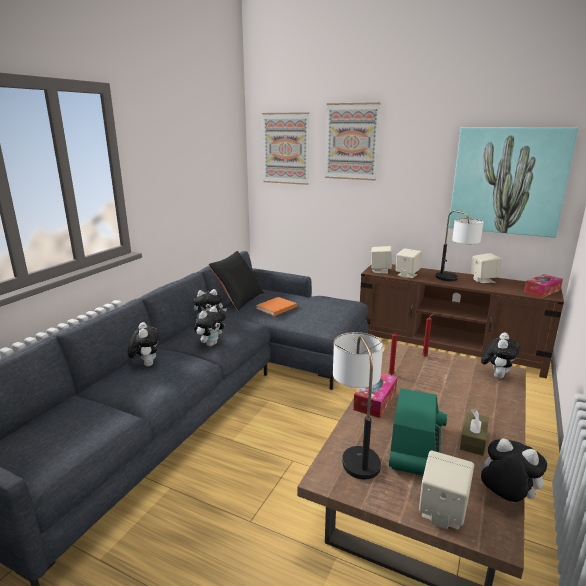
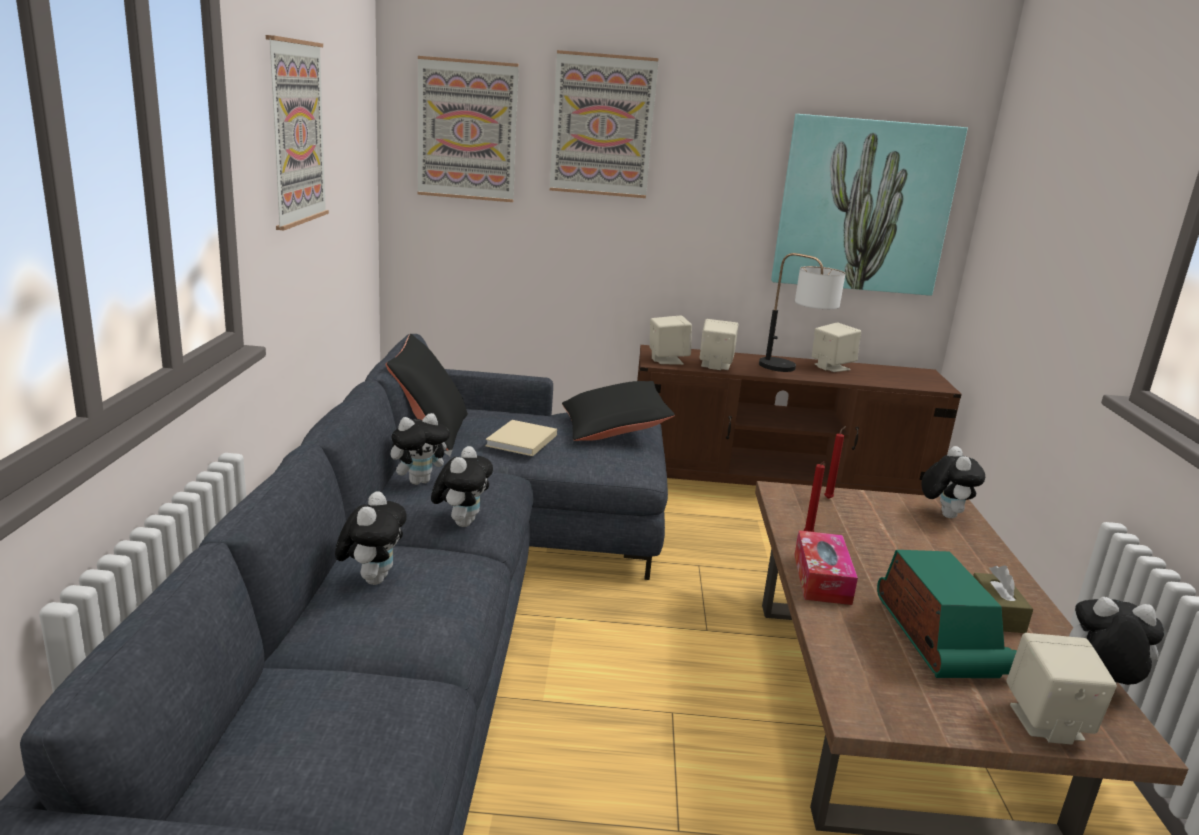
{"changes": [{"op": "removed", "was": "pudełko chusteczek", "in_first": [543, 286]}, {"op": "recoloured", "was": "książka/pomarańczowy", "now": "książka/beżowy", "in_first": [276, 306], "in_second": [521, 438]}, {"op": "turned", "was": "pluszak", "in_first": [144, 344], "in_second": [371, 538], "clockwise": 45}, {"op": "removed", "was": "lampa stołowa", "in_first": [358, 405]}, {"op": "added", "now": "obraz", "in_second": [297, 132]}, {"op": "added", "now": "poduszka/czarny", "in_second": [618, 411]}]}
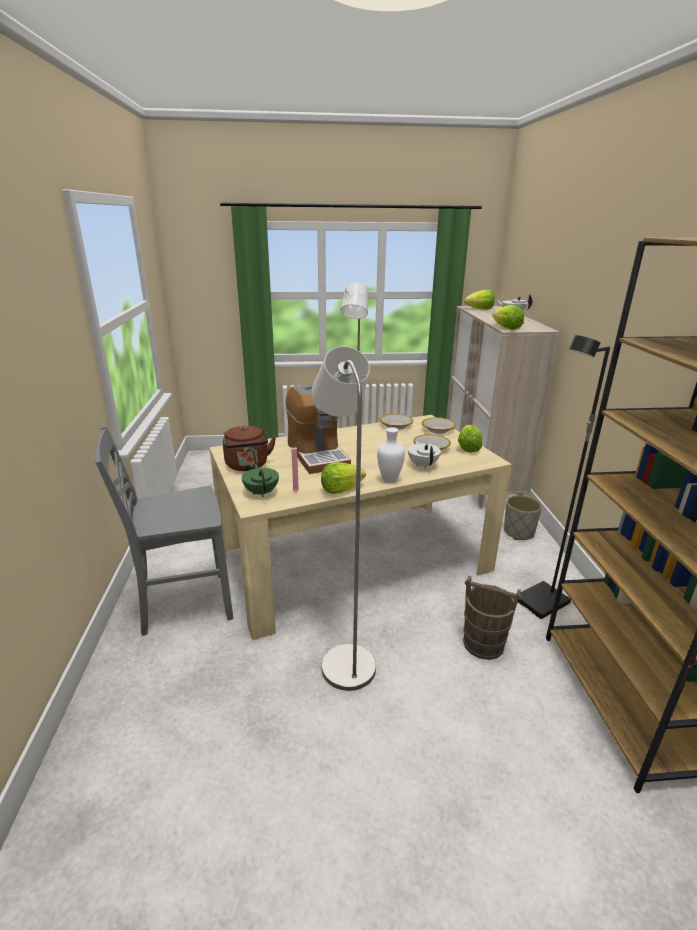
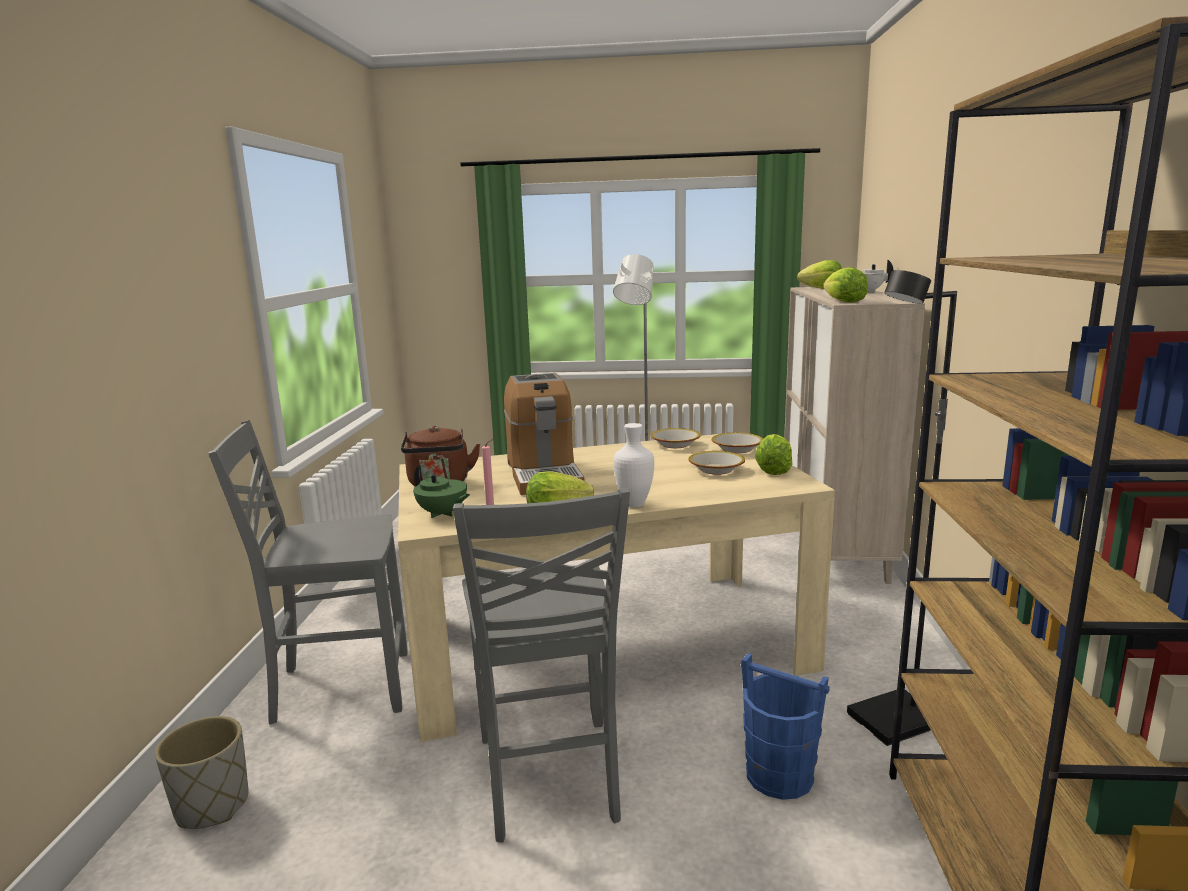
{"changes": [{"op": "replaced", "was": "lampa stojąca/szary", "now": "krzesło/szary", "in_first": [344, 518], "in_second": [541, 665]}, {"op": "removed", "was": "imbryk/biały", "in_first": [424, 454]}, {"op": "turned", "was": "imbryk/zielony", "in_first": [260, 480], "in_second": [441, 491], "clockwise": 135}, {"op": "moved", "was": "donica/szary", "in_first": [523, 517], "in_second": [201, 772]}, {"op": "recoloured", "was": "wiadro/brązowy", "now": "wiadro/niebieski", "in_first": [492, 617], "in_second": [785, 726]}]}
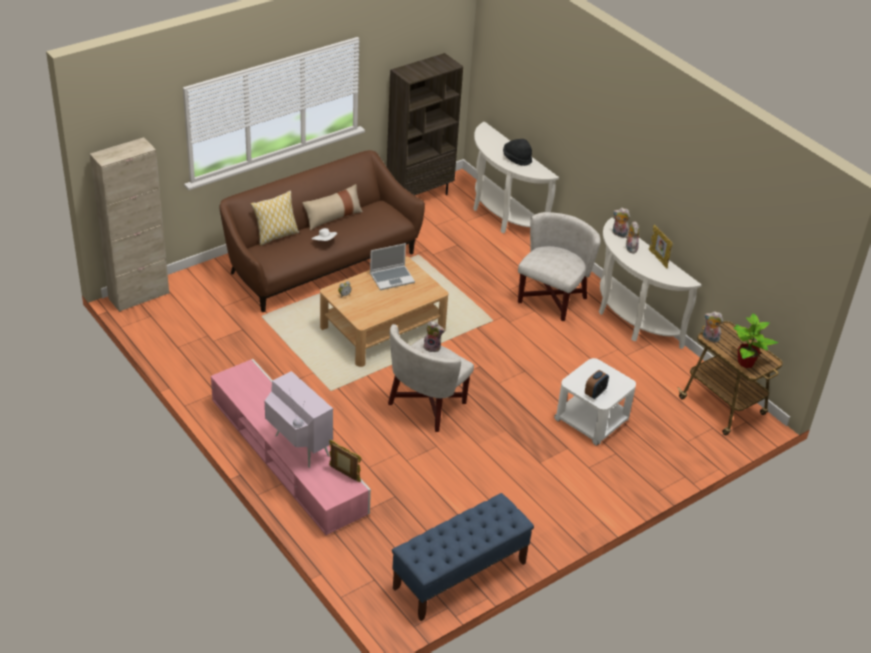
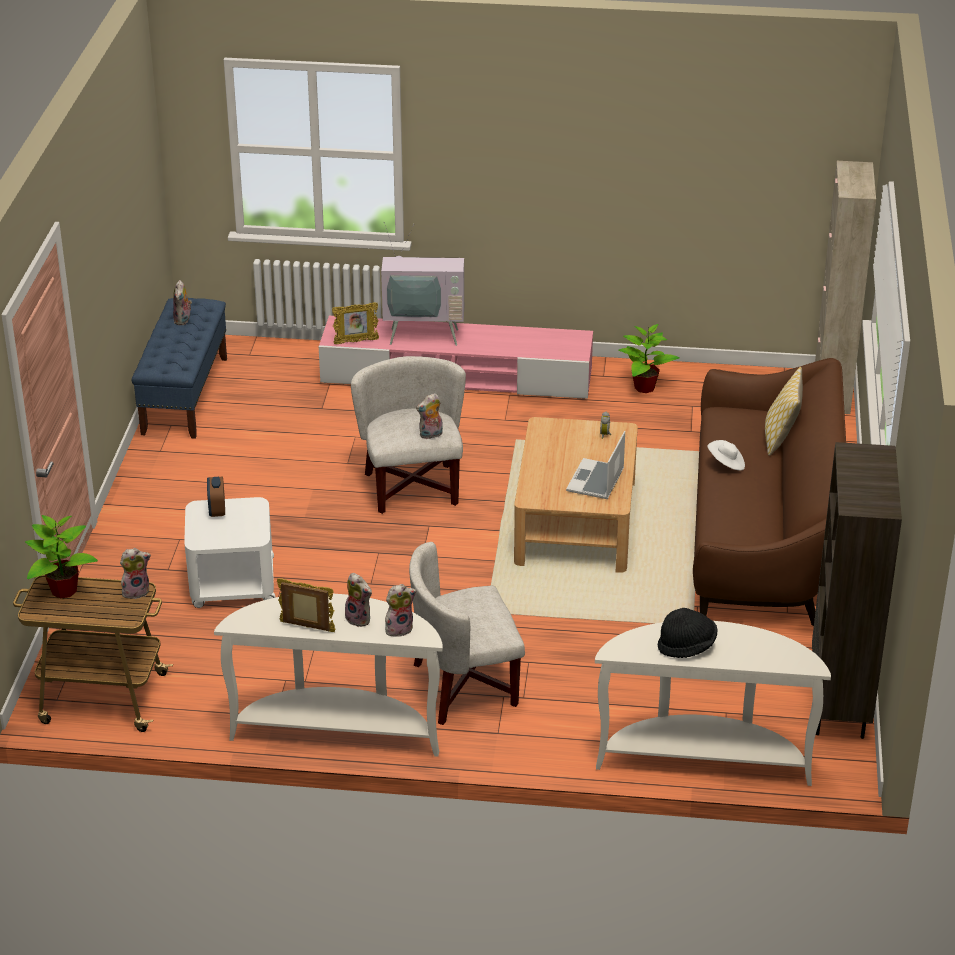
{"changes": [{"op": "removed", "was": "poduszka/beżowy", "in_first": [332, 207]}, {"op": "turned", "was": "fotel/biały", "in_first": [559, 266], "in_second": [467, 633], "clockwise": 90}, {"op": "added", "now": "pluszak", "in_second": [182, 302]}, {"op": "added", "now": "roślina doniczkowa", "in_second": [649, 358]}]}
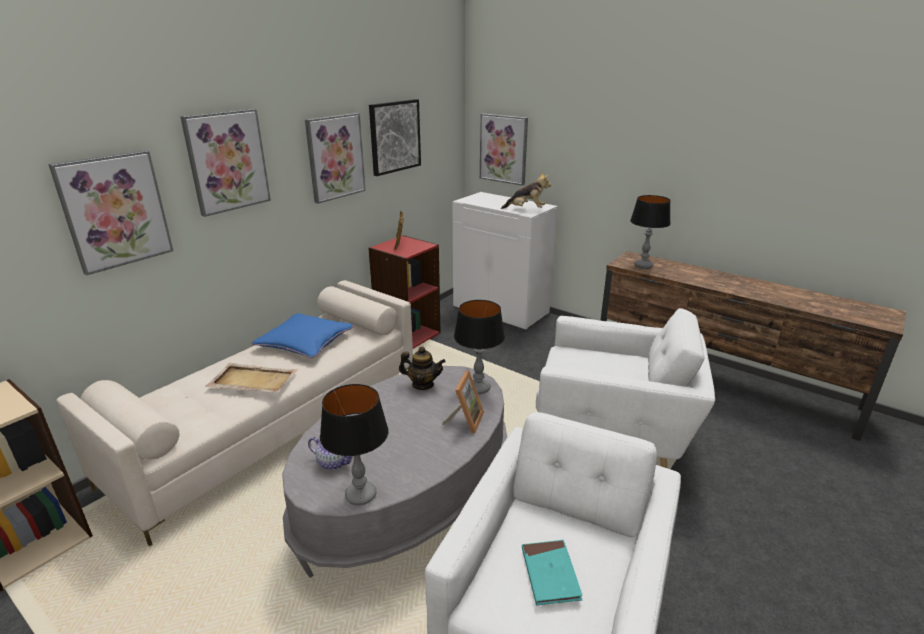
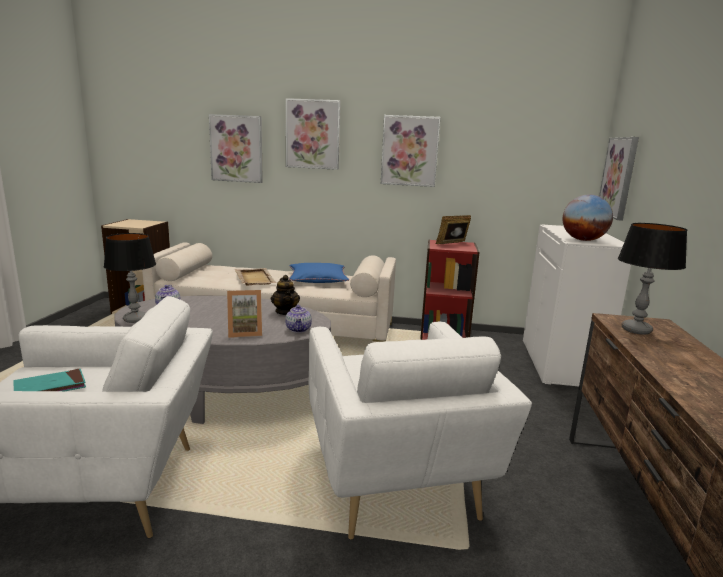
{"changes": [{"op": "removed", "was": "obraz", "in_first": [395, 137]}, {"op": "replaced", "was": "pluszak", "now": "globus", "in_first": [526, 190], "in_second": [588, 217]}, {"op": "replaced", "was": "lampa stołowa", "now": "imbryk", "in_first": [479, 347], "in_second": [298, 318]}]}
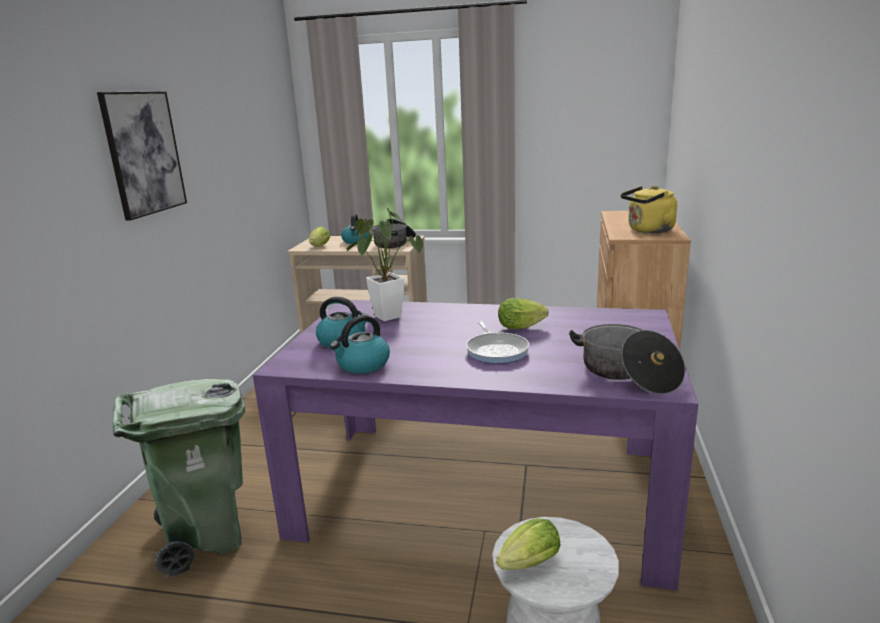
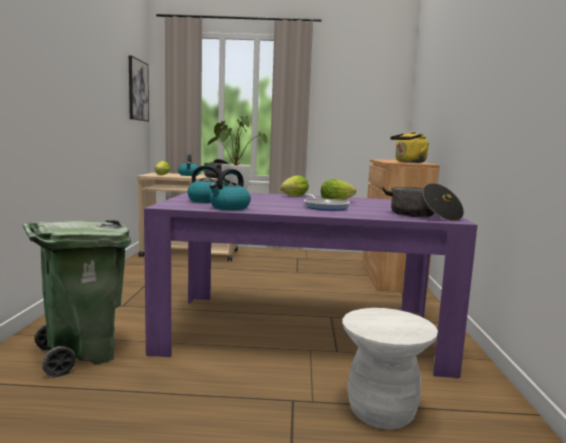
{"changes": [{"op": "moved", "was": "obraz", "in_first": [142, 156], "in_second": [139, 88]}, {"op": "moved", "was": "sałata", "in_first": [528, 544], "in_second": [294, 185]}]}
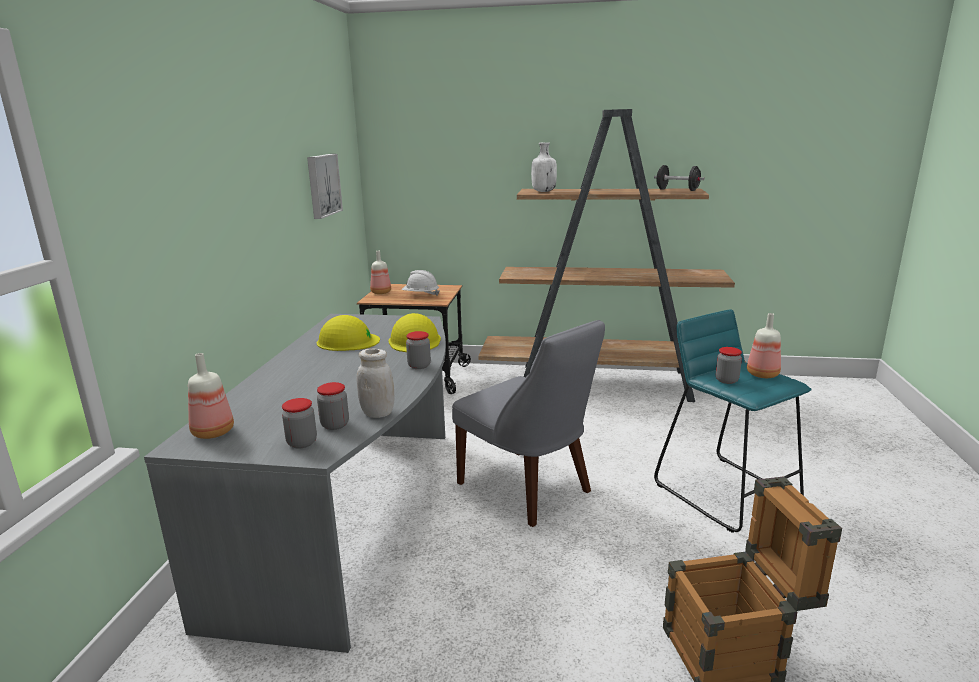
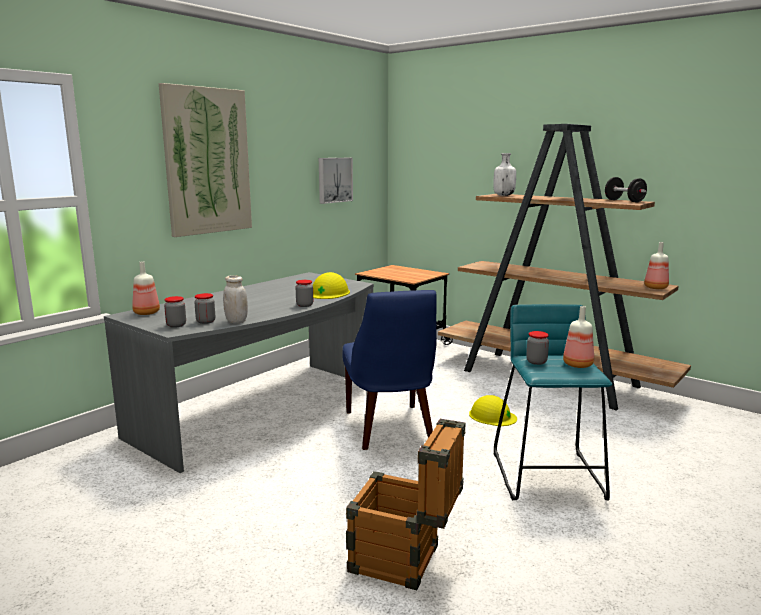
{"changes": [{"op": "moved", "was": "butelka", "in_first": [380, 272], "in_second": [656, 265]}, {"op": "removed", "was": "kask/biały", "in_first": [421, 283]}, {"op": "moved", "was": "kask/żółty", "in_first": [348, 333], "in_second": [493, 410]}, {"op": "recoloured", "was": "krzesło/szary", "now": "krzesło/niebieski", "in_first": [528, 423], "in_second": [389, 370]}, {"op": "added", "now": "obraz", "in_second": [205, 160]}]}
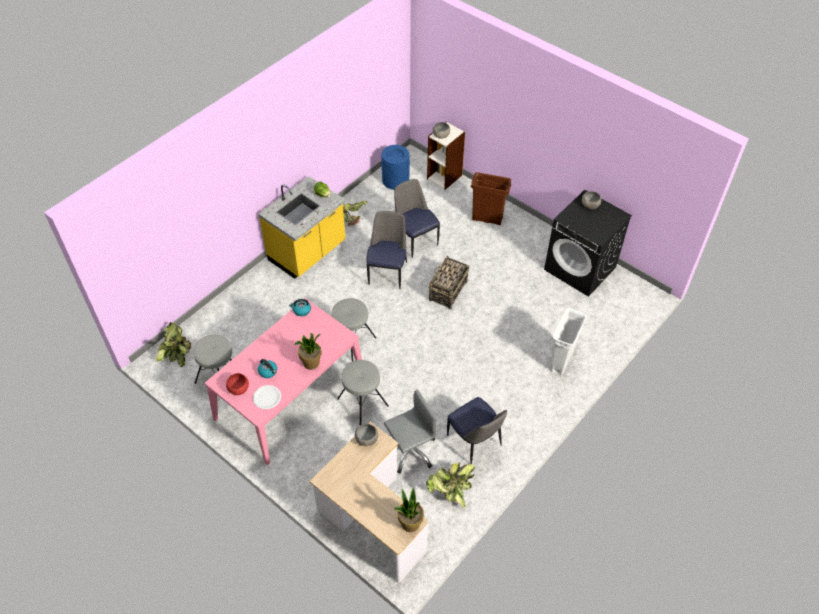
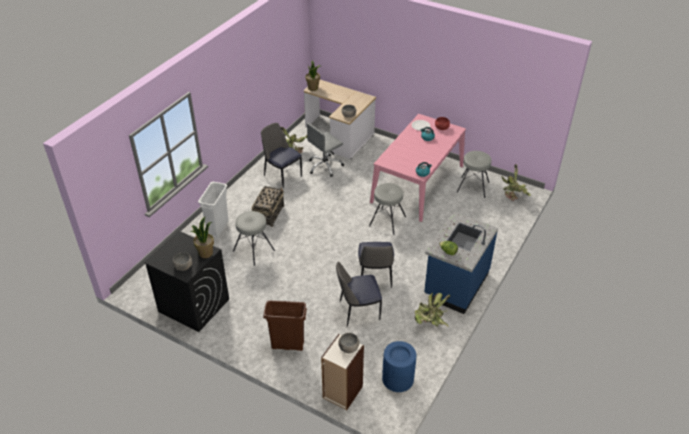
{"changes": [{"op": "recoloured", "was": "zabudowa kuchenna/żółty", "now": "zabudowa kuchenna/niebieski", "in_first": [302, 227], "in_second": [461, 263]}, {"op": "turned", "was": "krzesło", "in_first": [417, 218], "in_second": [359, 293], "clockwise": 120}, {"op": "moved", "was": "koszyk", "in_first": [449, 282], "in_second": [268, 206]}, {"op": "moved", "was": "roślina doniczkowa", "in_first": [307, 351], "in_second": [202, 237]}, {"op": "moved", "was": "stołek/szary", "in_first": [363, 392], "in_second": [254, 238]}]}
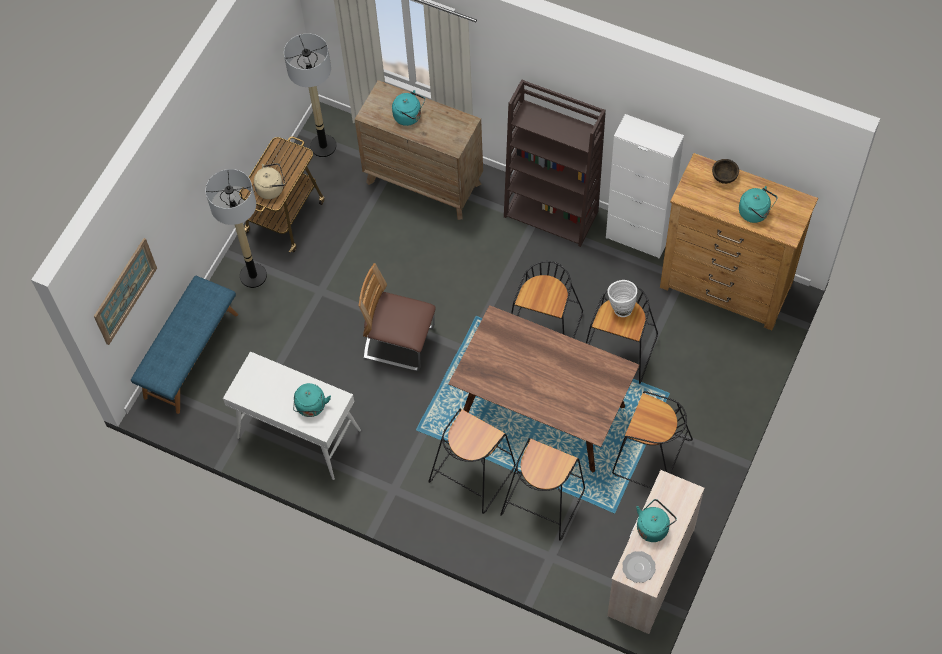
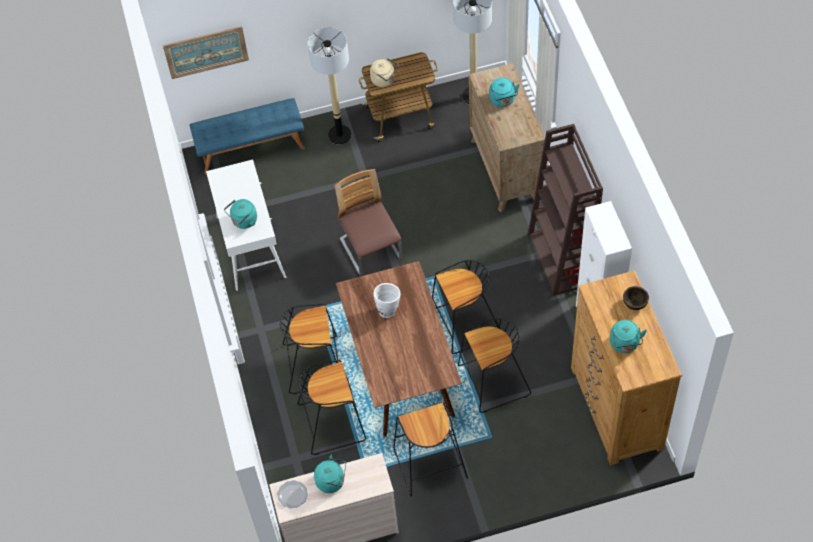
{"changes": [{"op": "moved", "was": "wazon/biały", "in_first": [622, 298], "in_second": [387, 300]}]}
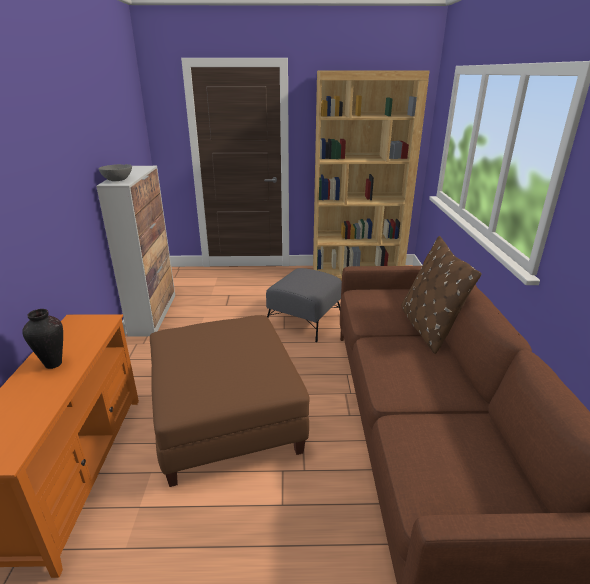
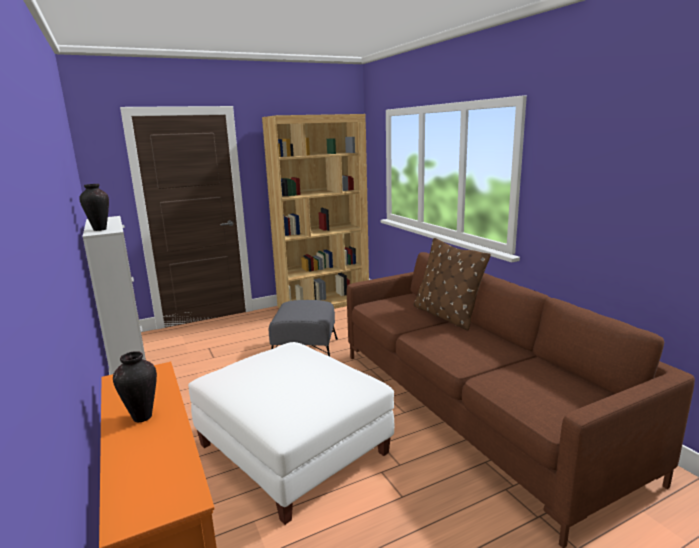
{"changes": [{"op": "replaced", "was": "miska/szary", "now": "wazon", "in_first": [115, 172], "in_second": [94, 207]}, {"op": "recoloured", "was": "pufa/brązowy", "now": "pufa/biały", "in_first": [229, 401], "in_second": [291, 433]}]}
